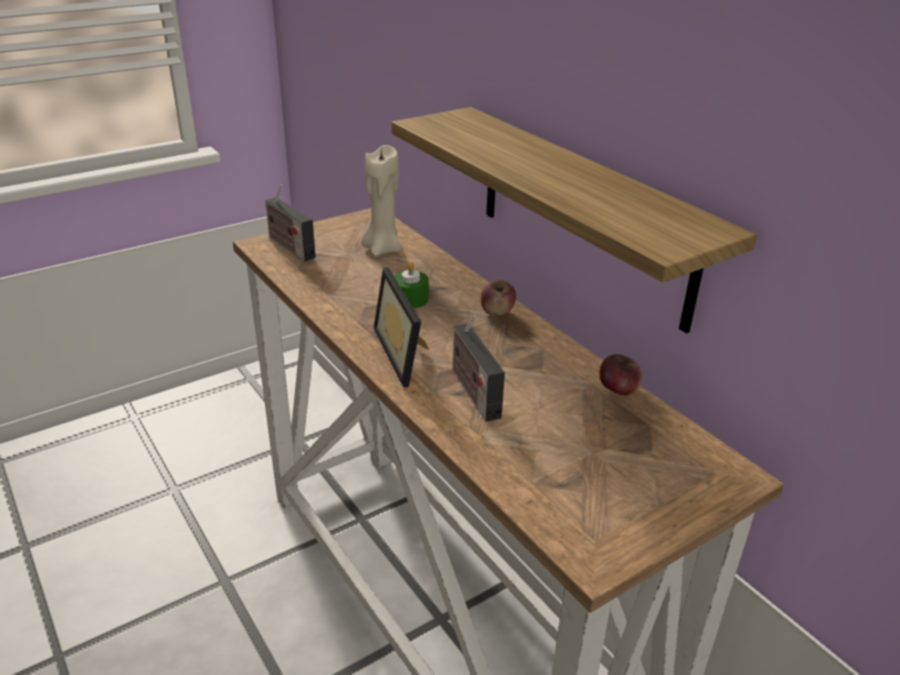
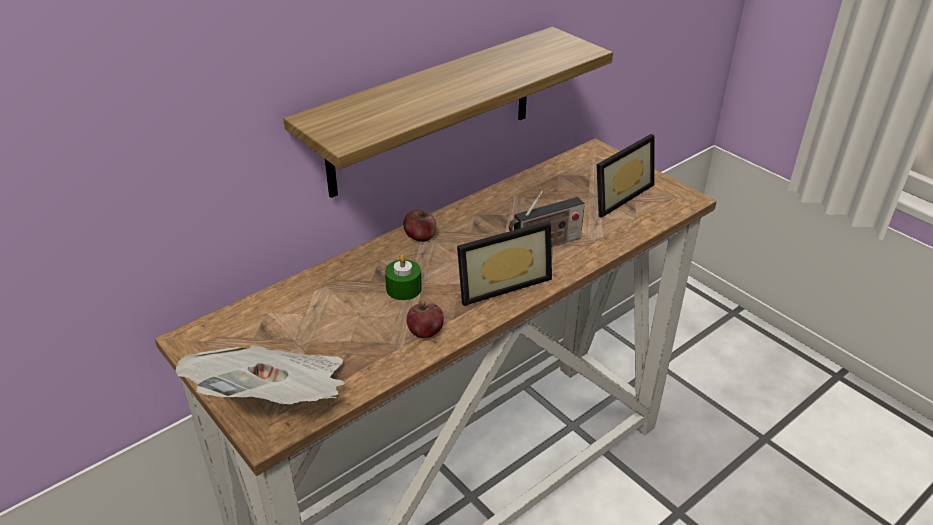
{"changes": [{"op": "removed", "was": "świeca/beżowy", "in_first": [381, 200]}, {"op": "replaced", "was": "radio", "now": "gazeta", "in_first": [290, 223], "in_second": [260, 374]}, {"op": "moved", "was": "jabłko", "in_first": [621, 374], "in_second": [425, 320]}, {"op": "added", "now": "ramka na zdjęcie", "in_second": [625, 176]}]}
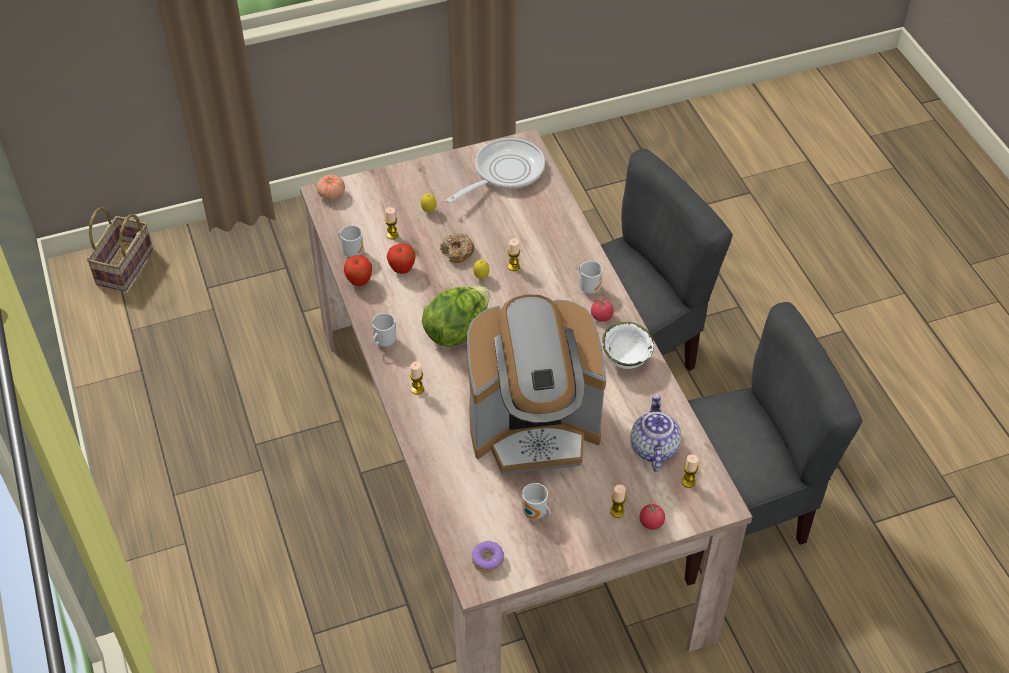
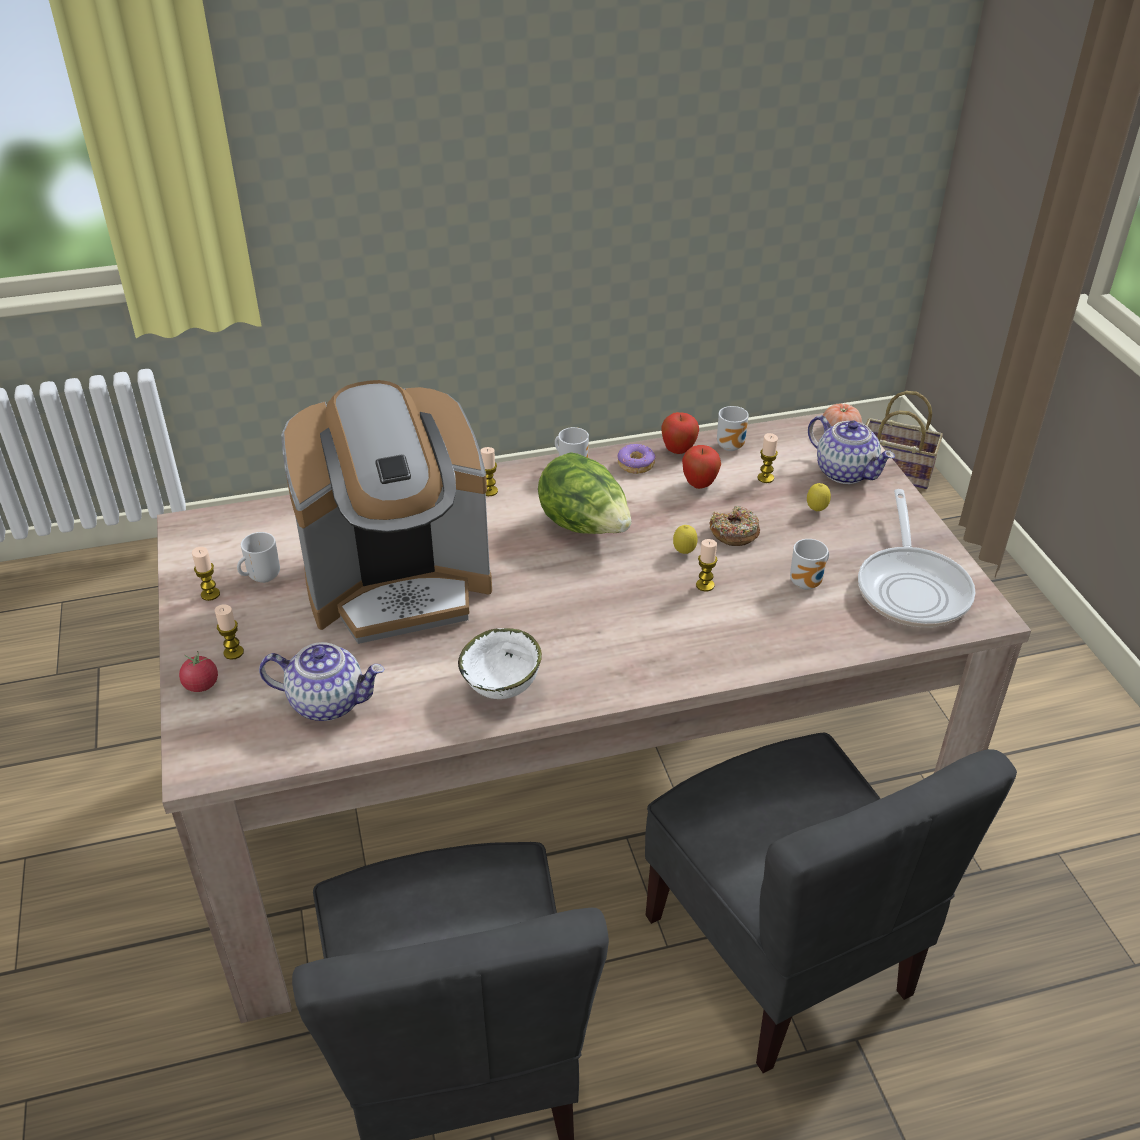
{"changes": [{"op": "turned", "was": "patelnia", "in_first": [495, 171], "in_second": [916, 558], "clockwise": 45}, {"op": "moved", "was": "kubek", "in_first": [591, 277], "in_second": [809, 564]}, {"op": "turned", "was": "ekspres do kawy", "in_first": [536, 385], "in_second": [386, 512], "clockwise": -105}, {"op": "removed", "was": "pomidor", "in_first": [602, 310]}, {"op": "moved", "was": "świeca", "in_first": [690, 471], "in_second": [206, 574]}, {"op": "moved", "was": "donut", "in_first": [488, 557], "in_second": [637, 459]}, {"op": "added", "now": "imbryk", "in_second": [851, 449]}]}
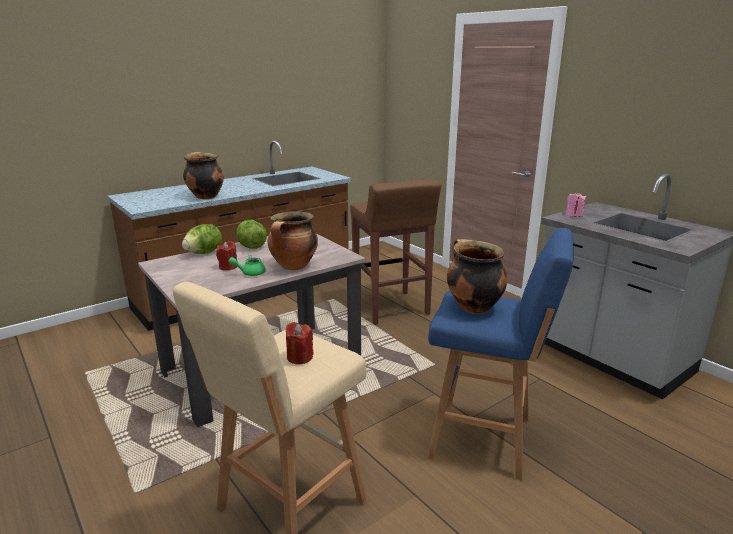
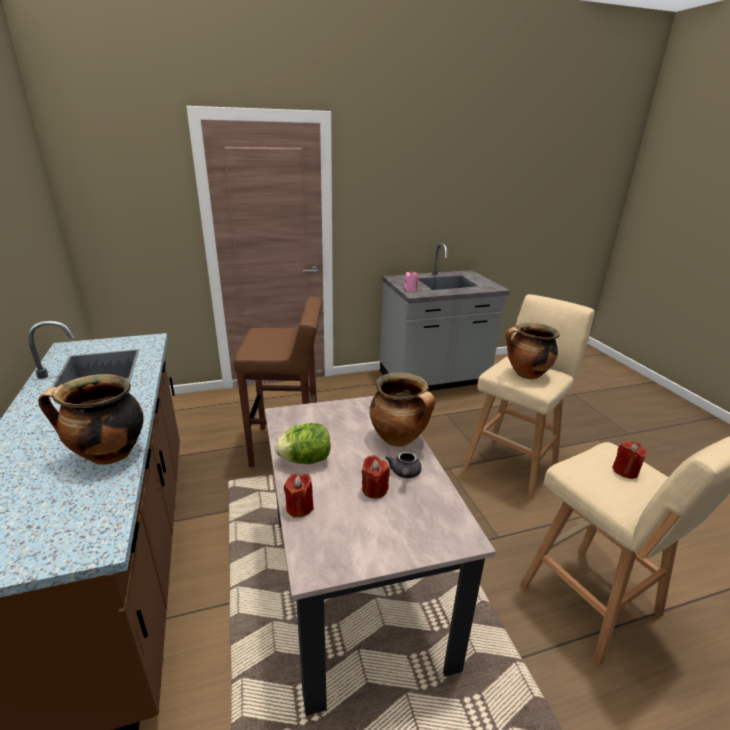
{"changes": [{"op": "replaced", "was": "sałata", "now": "świeca/czerwony", "in_first": [202, 239], "in_second": [299, 496]}, {"op": "recoloured", "was": "stołek/niebieski", "now": "stołek/beżowy", "in_first": [501, 354], "in_second": [529, 396]}, {"op": "recoloured", "was": "imbryk/zielony", "now": "imbryk/szary", "in_first": [247, 265], "in_second": [403, 464]}]}
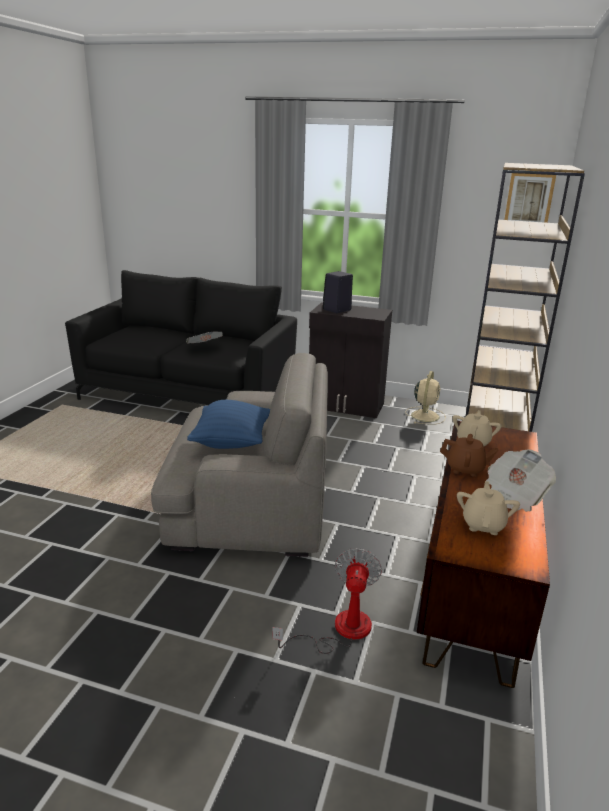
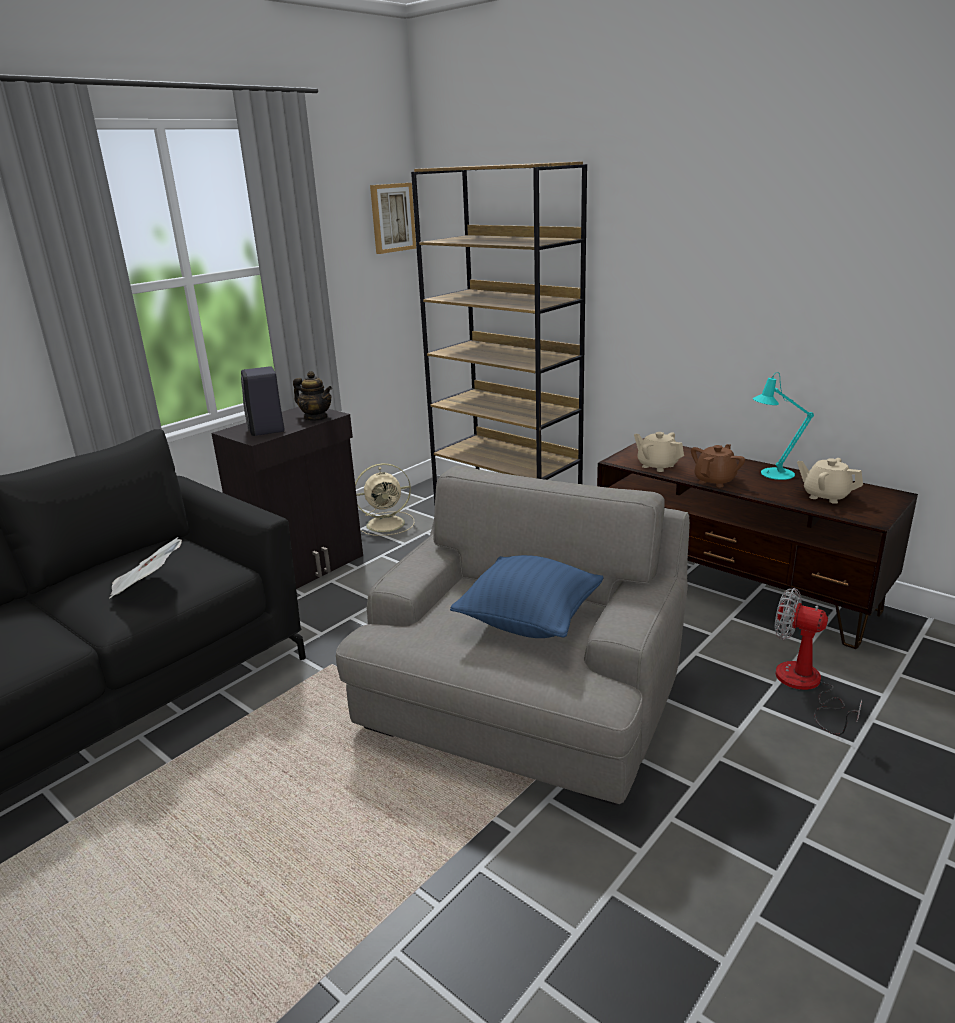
{"changes": [{"op": "turned", "was": "wentylator/beżowy", "in_first": [425, 398], "in_second": [385, 499], "clockwise": 120}, {"op": "replaced", "was": "gazeta", "now": "lampa stołowa/turkusowy", "in_first": [521, 480], "in_second": [783, 426]}, {"op": "added", "now": "imbryk", "in_second": [312, 396]}]}
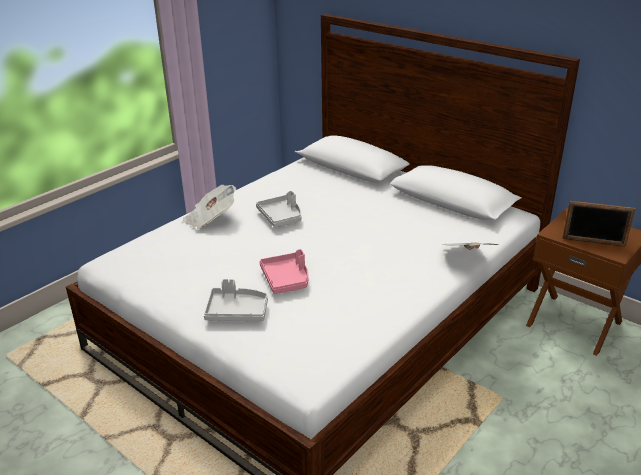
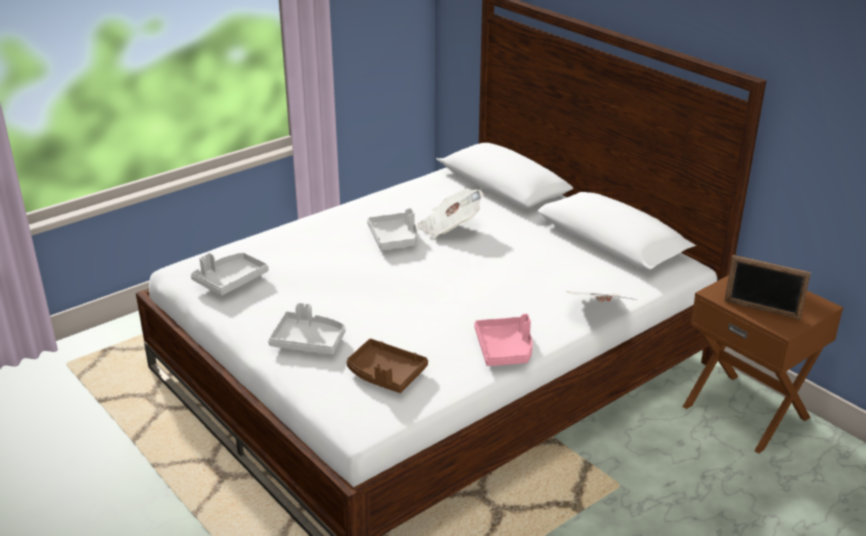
{"changes": [{"op": "moved", "was": "gazeta", "in_first": [210, 207], "in_second": [450, 213]}, {"op": "moved", "was": "taca/różowy", "in_first": [283, 271], "in_second": [503, 340]}, {"op": "added", "now": "taca/szary", "in_second": [230, 273]}, {"op": "added", "now": "taca/brązowy", "in_second": [387, 366]}]}
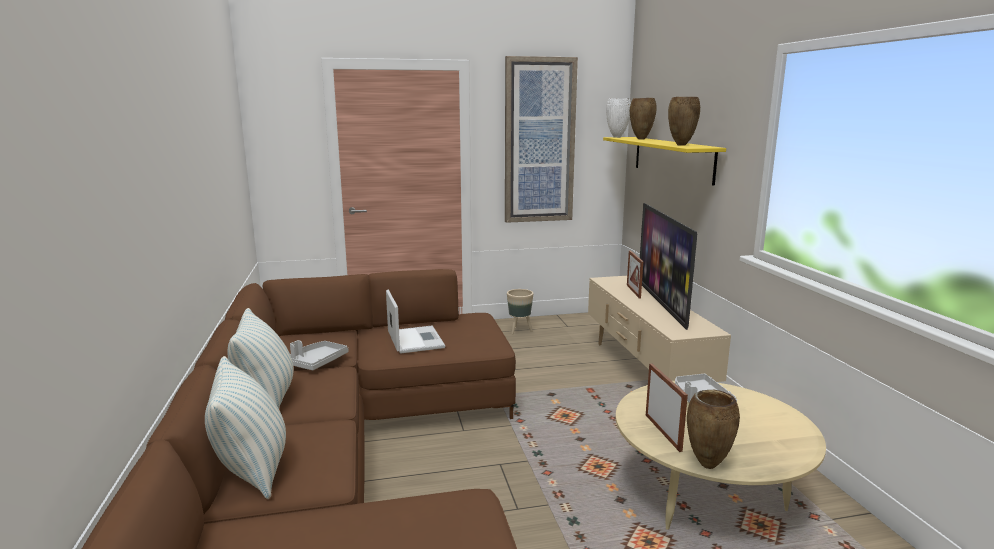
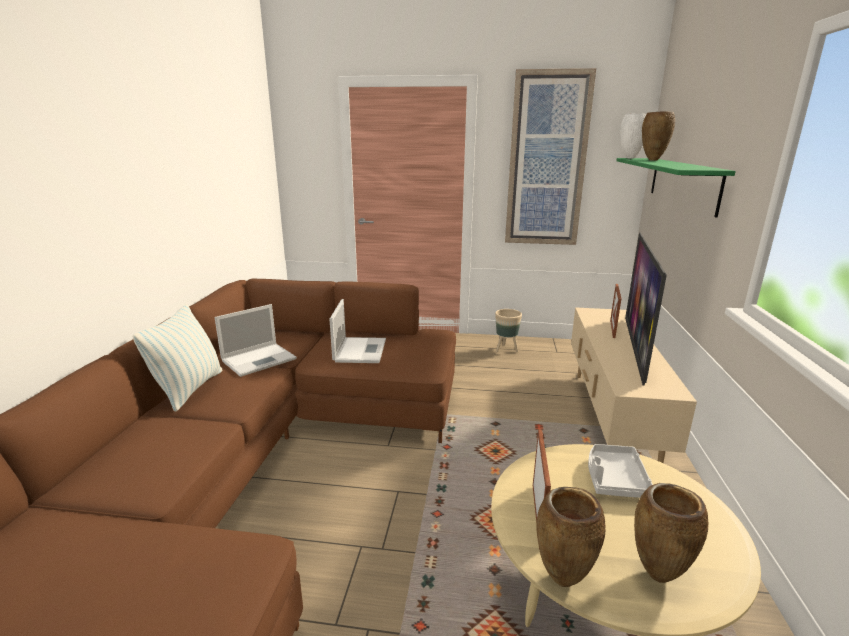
{"changes": [{"op": "moved", "was": "wazon/brązowy", "in_first": [684, 121], "in_second": [671, 533]}, {"op": "recoloured", "was": "półka/żółty", "now": "półka/zielony", "in_first": [664, 161], "in_second": [676, 187]}, {"op": "replaced", "was": "taca/szary", "now": "laptop", "in_first": [319, 355], "in_second": [256, 340]}, {"op": "removed", "was": "poduszka", "in_first": [245, 427]}]}
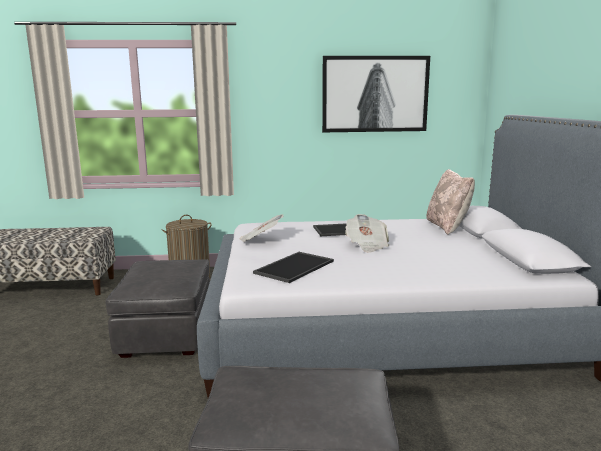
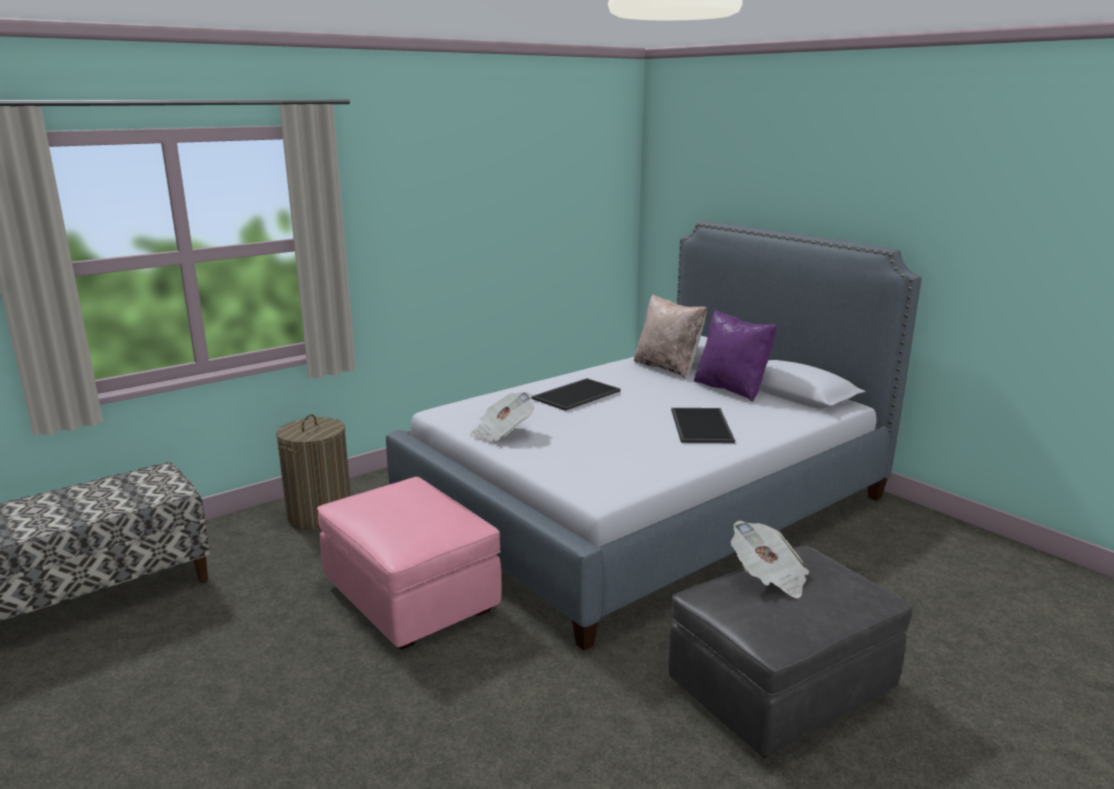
{"changes": [{"op": "removed", "was": "obraz", "in_first": [376, 94]}, {"op": "moved", "was": "gazeta", "in_first": [367, 233], "in_second": [770, 559]}, {"op": "moved", "was": "taca", "in_first": [293, 267], "in_second": [703, 425]}, {"op": "recoloured", "was": "pufa/szary", "now": "pufa/różowy", "in_first": [158, 308], "in_second": [409, 563]}, {"op": "added", "now": "poduszka/fioletowy", "in_second": [735, 356]}]}
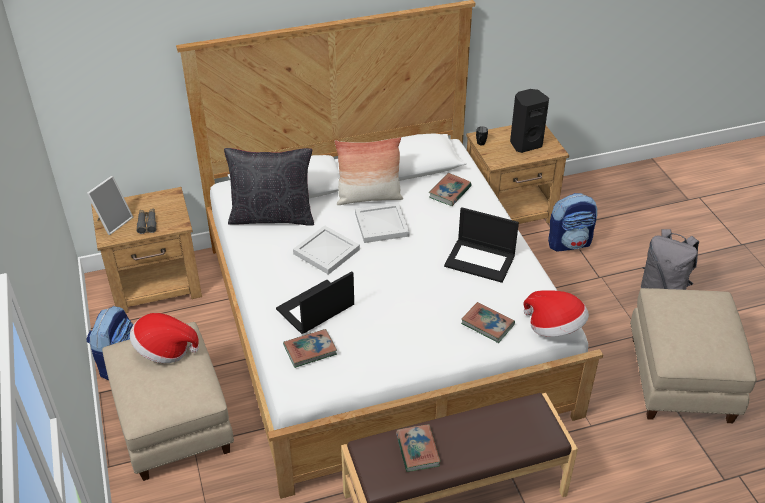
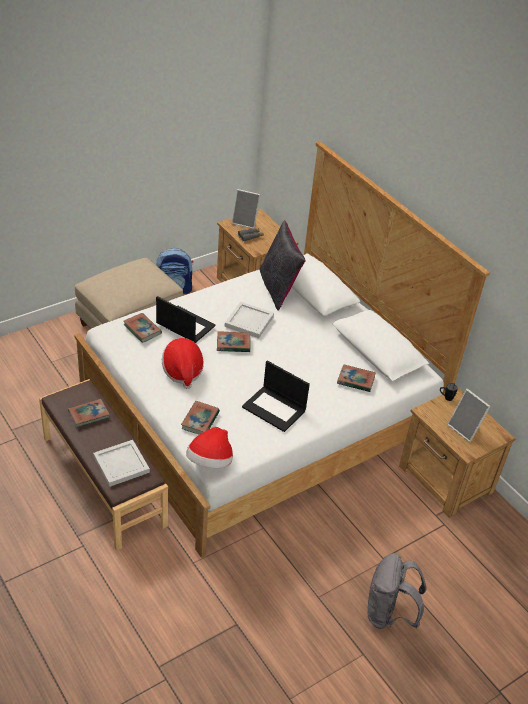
{"changes": [{"op": "replaced", "was": "głośnik/czarny", "now": "ramka na zdjęcie", "in_first": [529, 121], "in_second": [469, 415]}, {"op": "removed", "was": "poduszka", "in_first": [368, 171]}, {"op": "removed", "was": "plecak", "in_first": [572, 222]}, {"op": "moved", "was": "taca/biały", "in_first": [382, 223], "in_second": [121, 463]}, {"op": "turned", "was": "laptop", "in_first": [481, 245], "in_second": [276, 396], "clockwise": -60}, {"op": "removed", "was": "pufa/beżowy", "in_first": [693, 355]}, {"op": "moved", "was": "kapelusz", "in_first": [164, 338], "in_second": [183, 363]}, {"op": "added", "now": "książka", "in_second": [233, 341]}]}
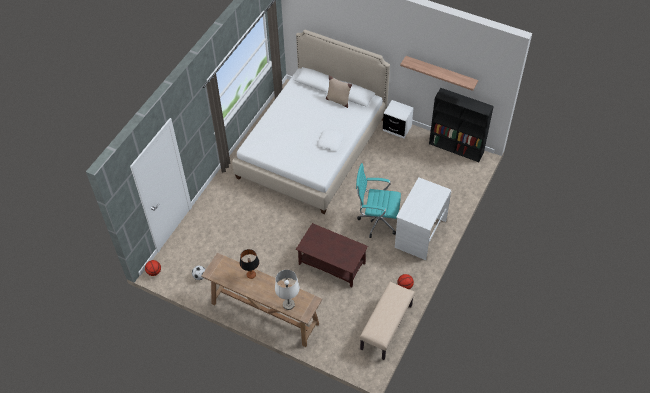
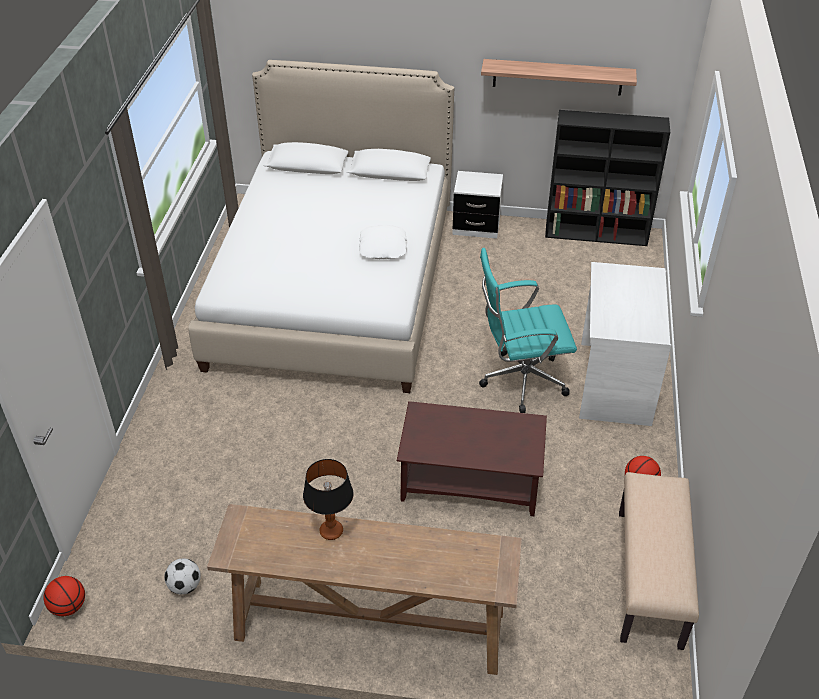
{"changes": [{"op": "removed", "was": "poduszka/beżowy", "in_first": [339, 92]}, {"op": "removed", "was": "lampa stołowa/biały", "in_first": [287, 290]}]}
